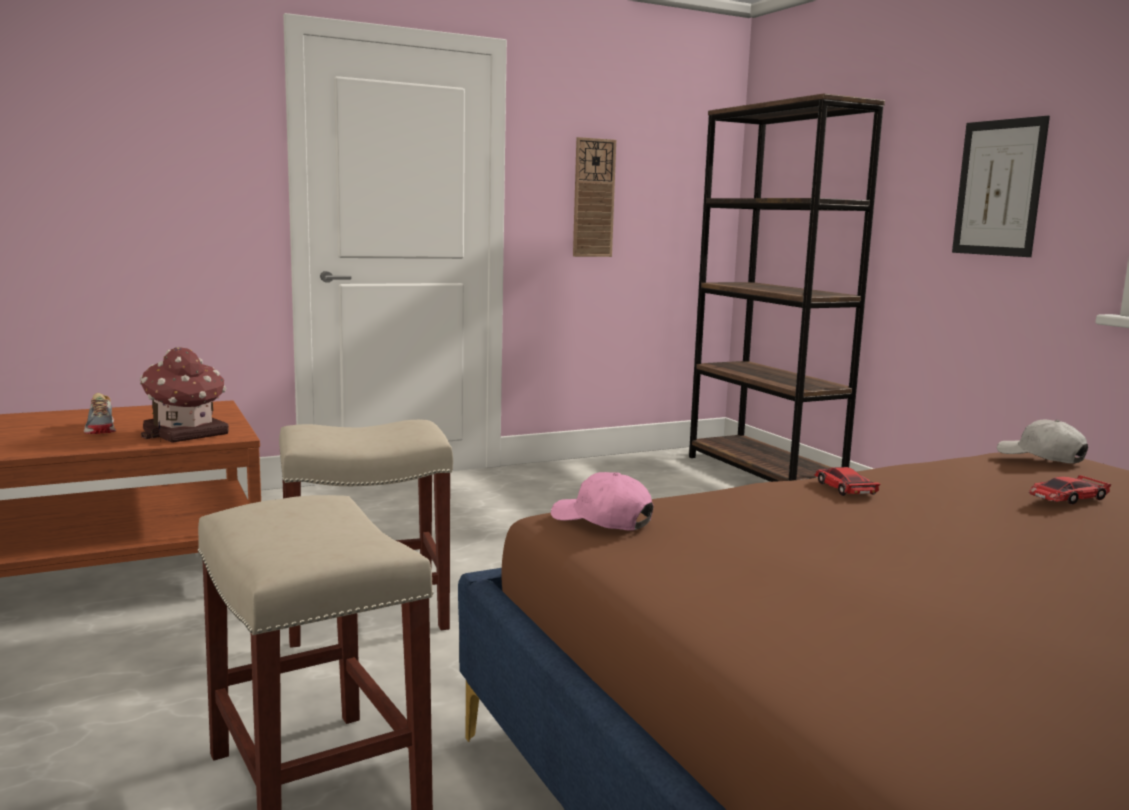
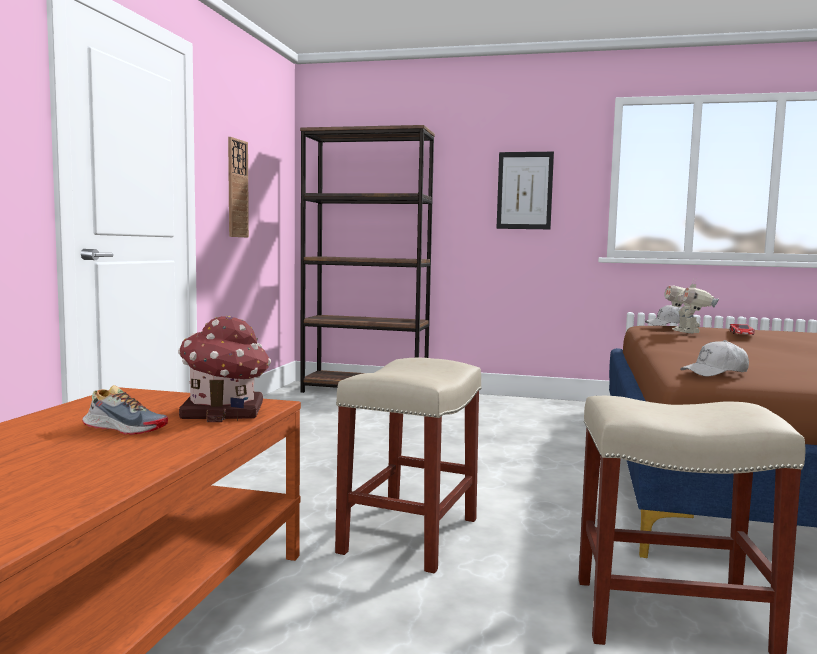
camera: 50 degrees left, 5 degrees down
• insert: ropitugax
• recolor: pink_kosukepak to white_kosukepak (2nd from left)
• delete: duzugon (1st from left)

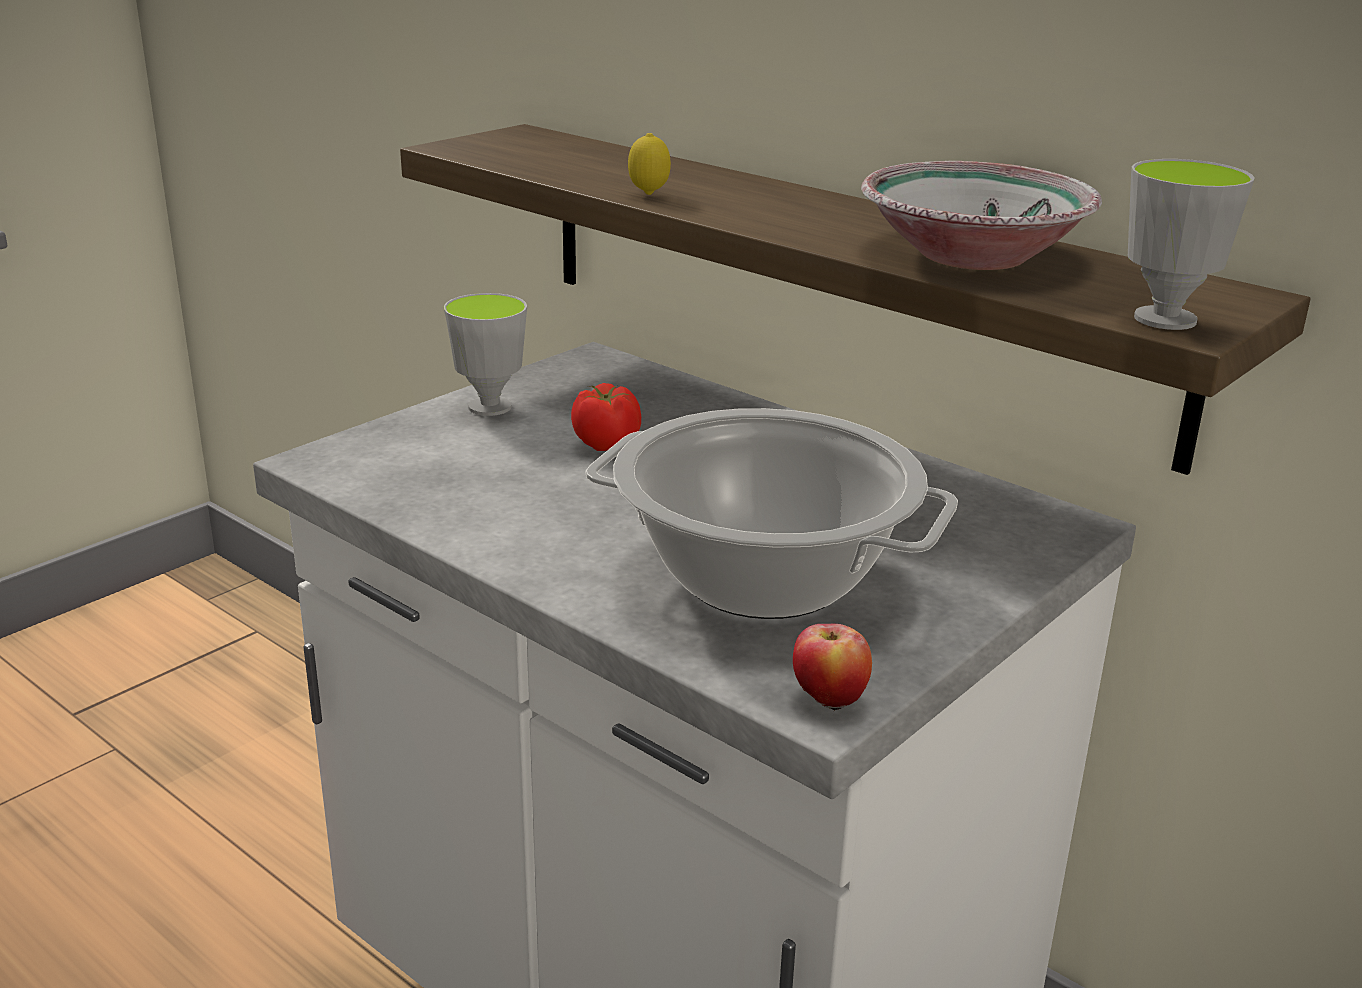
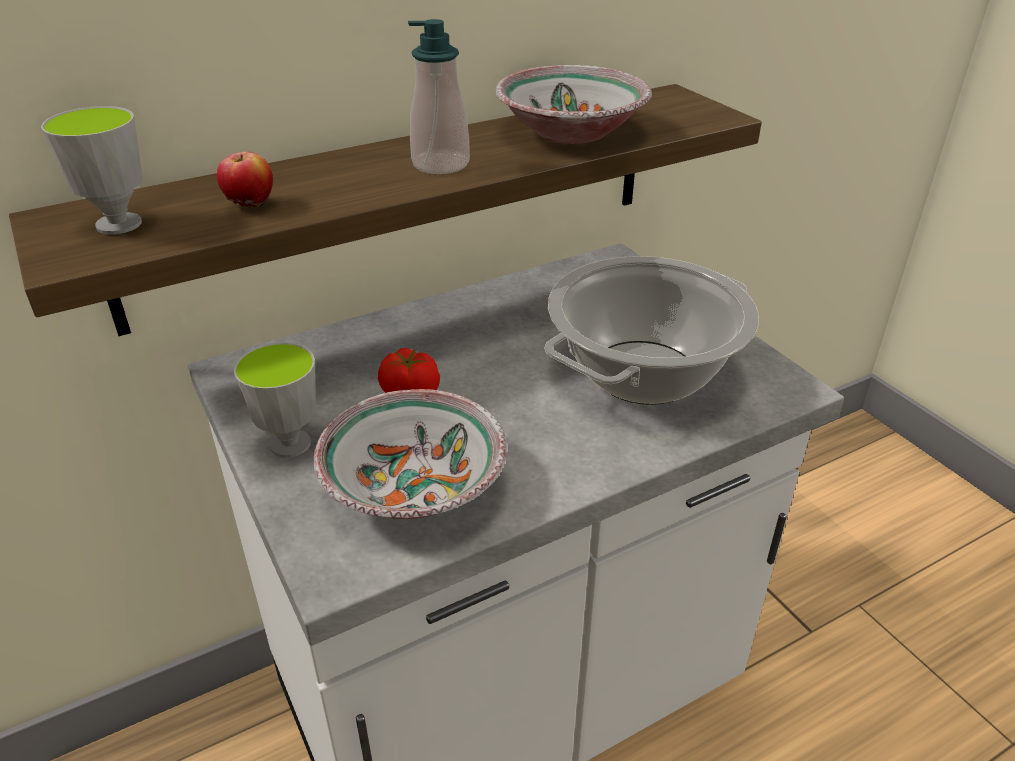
camera: 70 degrees left, 10 degrees up
• move: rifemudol (2nd from left in the first image) to rifemudol (1st from left)
• move: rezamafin
• insert: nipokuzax (1st from left)
• insert: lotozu
• delete: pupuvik

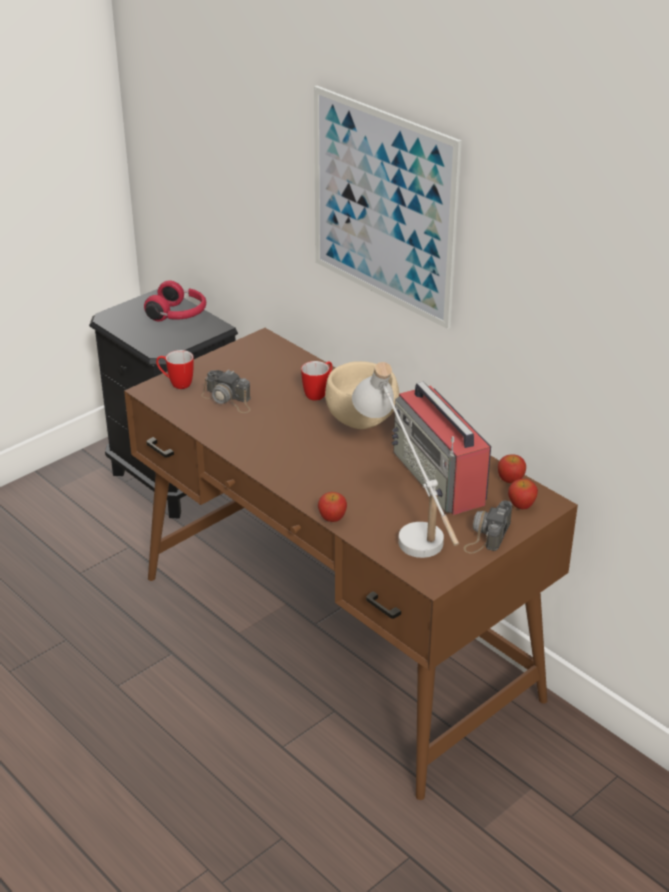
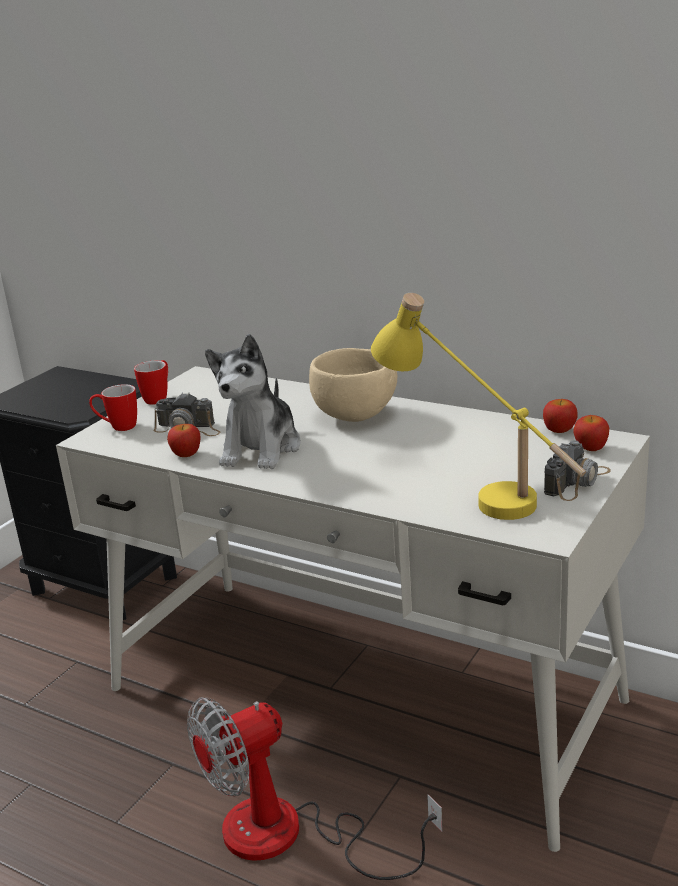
camera: 15 degrees left, 10 degrees down
• recolor: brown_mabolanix to white_mabolanix
• move: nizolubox (2nd from left)
• move: rezamafin (1st from left)
• insert: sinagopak
• insert: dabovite
• recolor: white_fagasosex to yellow_fagasosex
• rotate: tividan (2nd from left) 150 degrees counterclockwise
• delete: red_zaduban
• delete: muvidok
• delete: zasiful

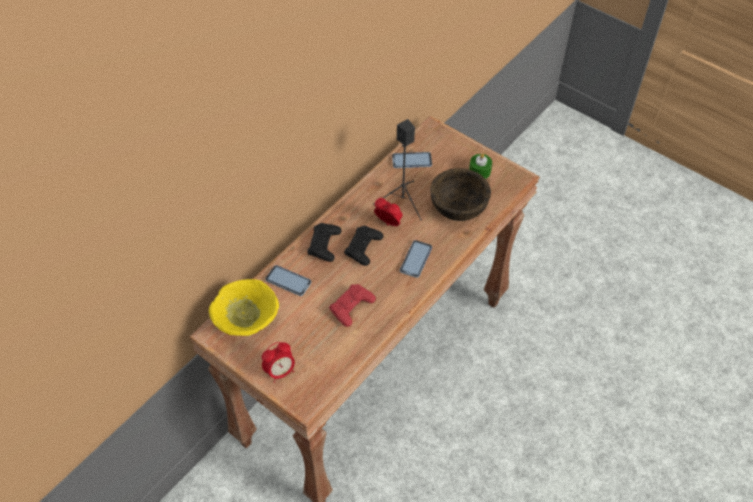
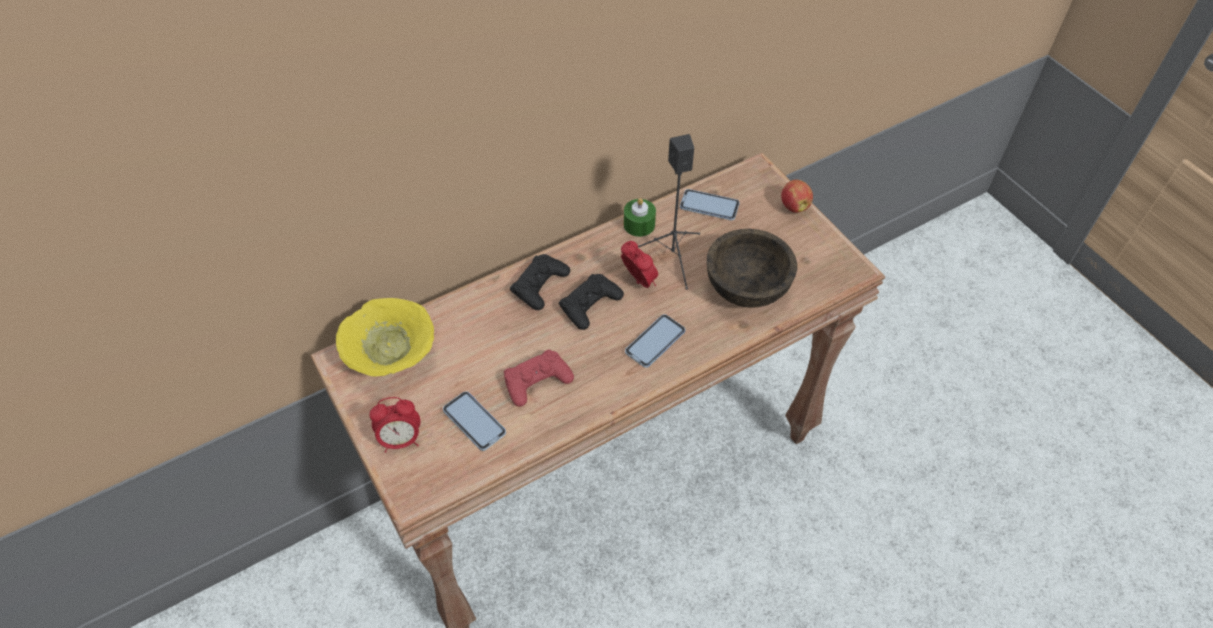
camera: 20 degrees right, 0 degrees up
• move: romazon (1st from left)
• move: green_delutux
• insert: rezamafin

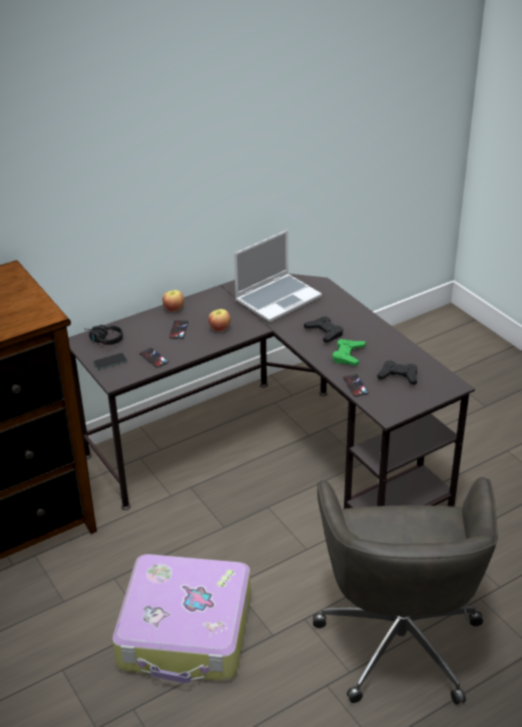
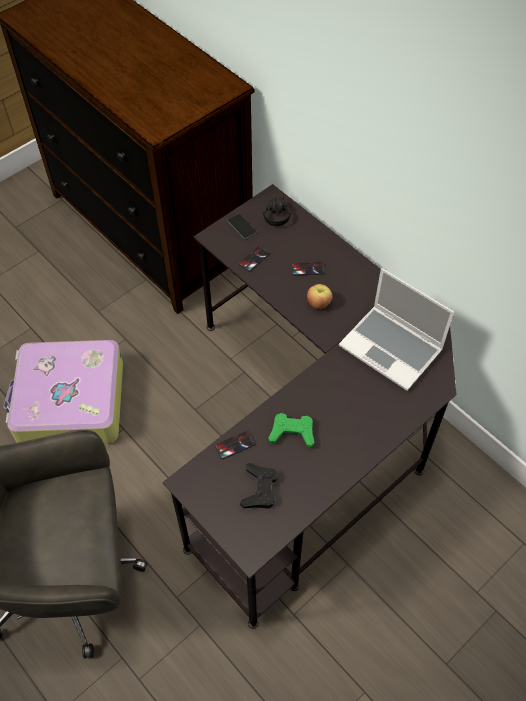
camera: 80 degrees right, 20 degrees up
• delete: rezamafin (1st from left)
• delete: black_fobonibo (1st from left)

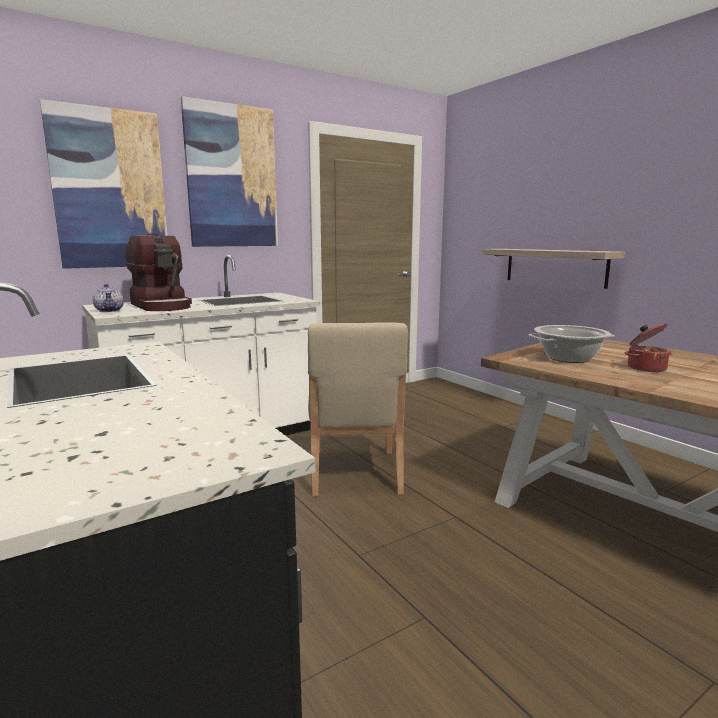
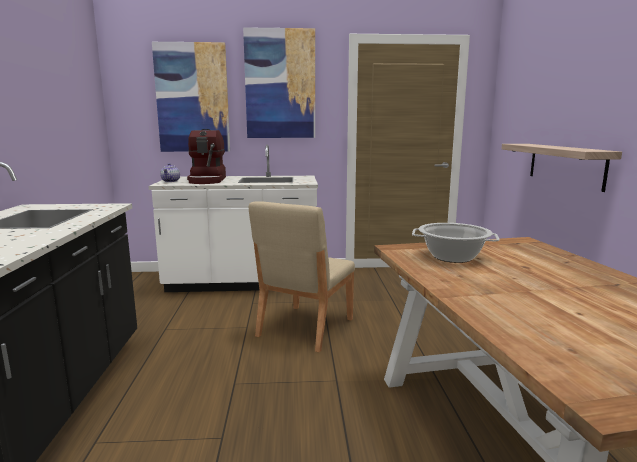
camera: 30 degrees right, 0 degrees up
• delete: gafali (2nd from left)

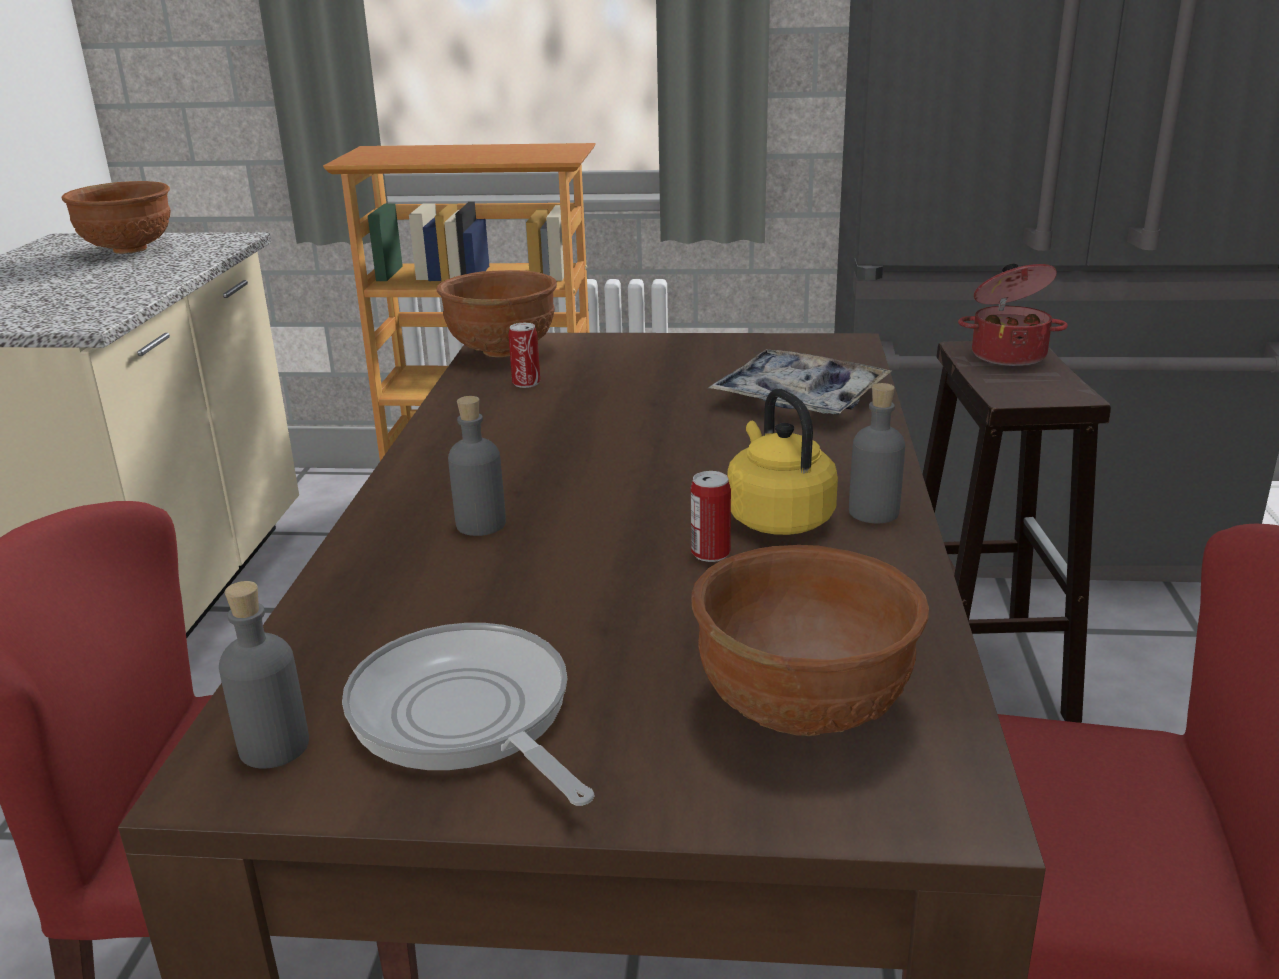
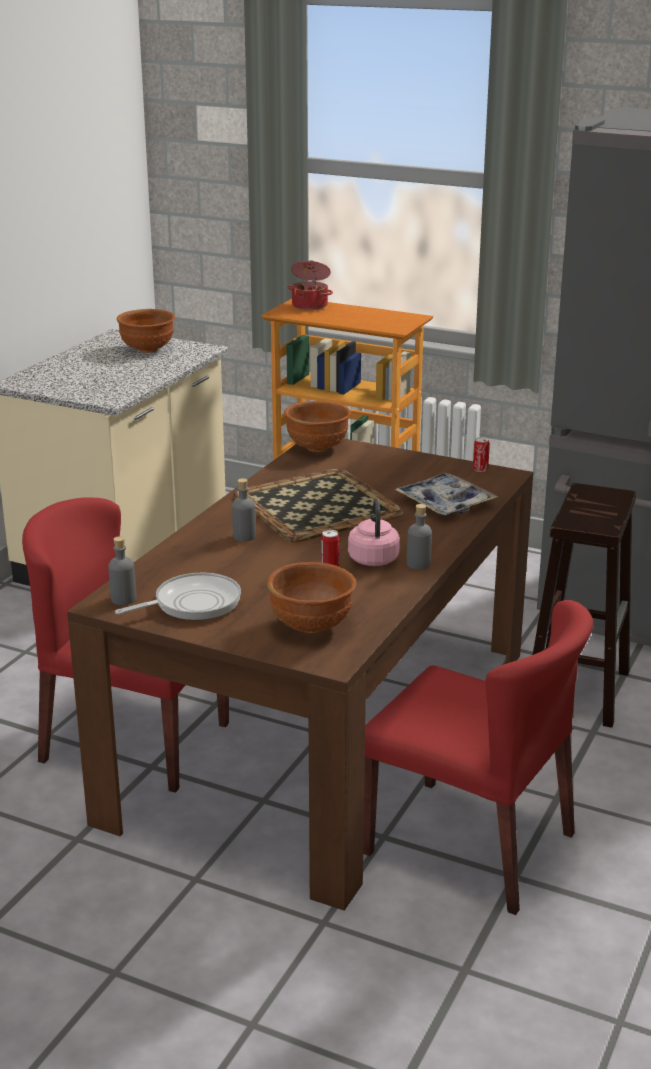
camera: 20 degrees right, 0 degrees up
• rotate: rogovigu 75 degrees clockwise
• insert: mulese (1st from left)
• move: gafali
• recolor: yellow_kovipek to pink_kovipek
• move: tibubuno (1st from left in the first image) to tibubuno (2nd from left)

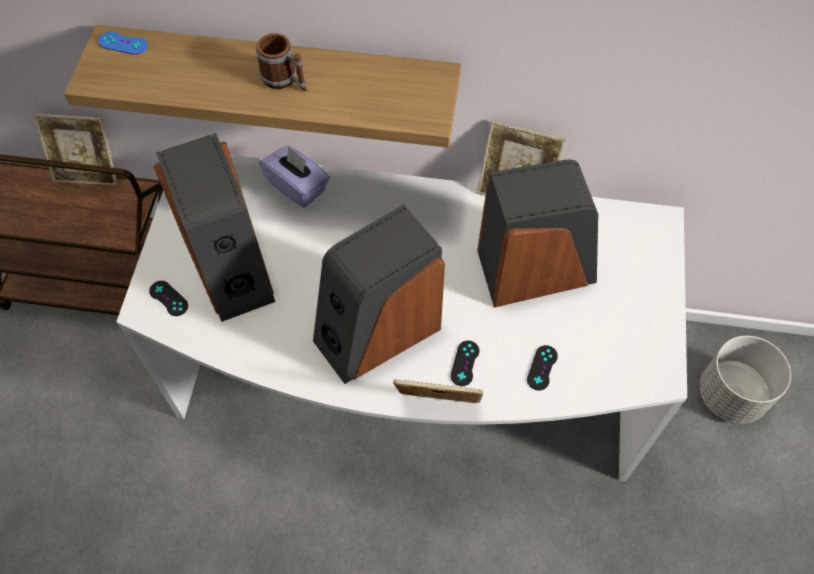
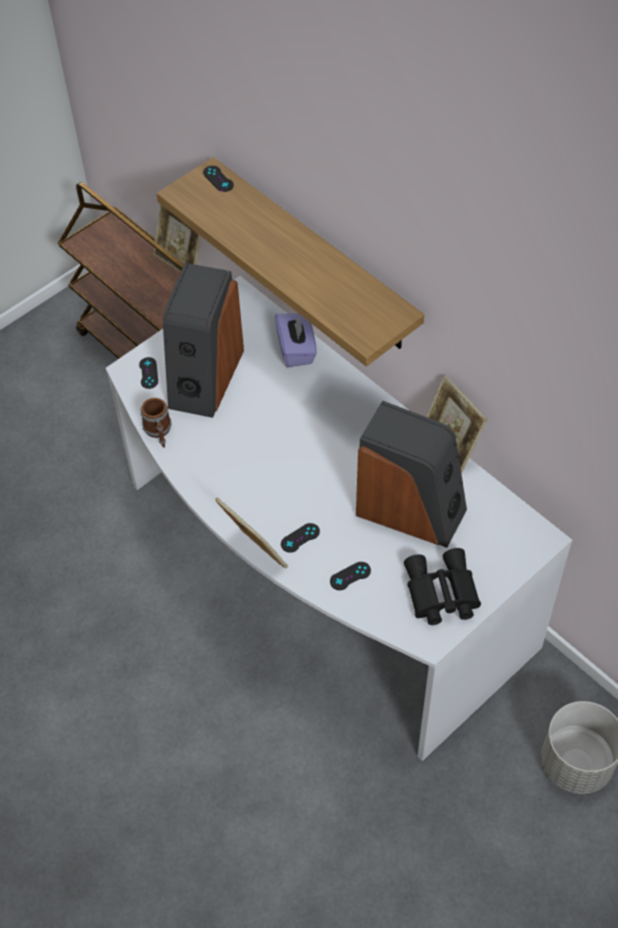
camera: 40 degrees right, 5 degrees down
• move: nizolubox
• recolor: blue_fobonibo to black_fobonibo (2nd from left)
• insert: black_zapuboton
• delete: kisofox (2nd from left)

